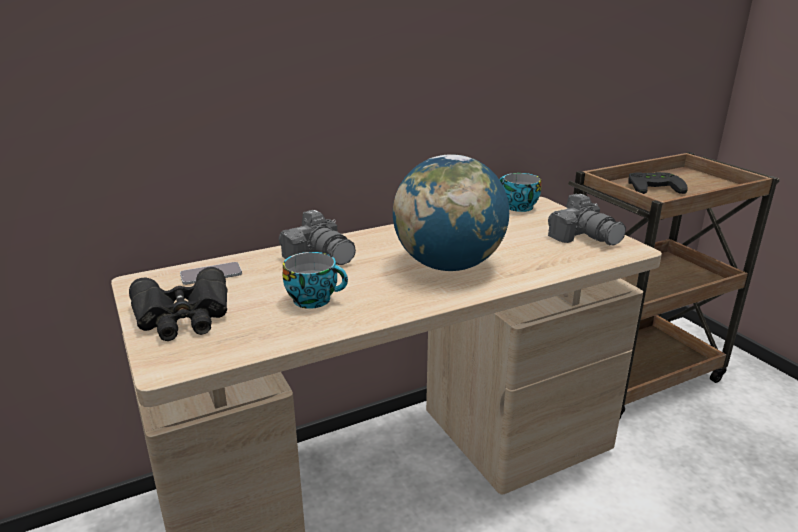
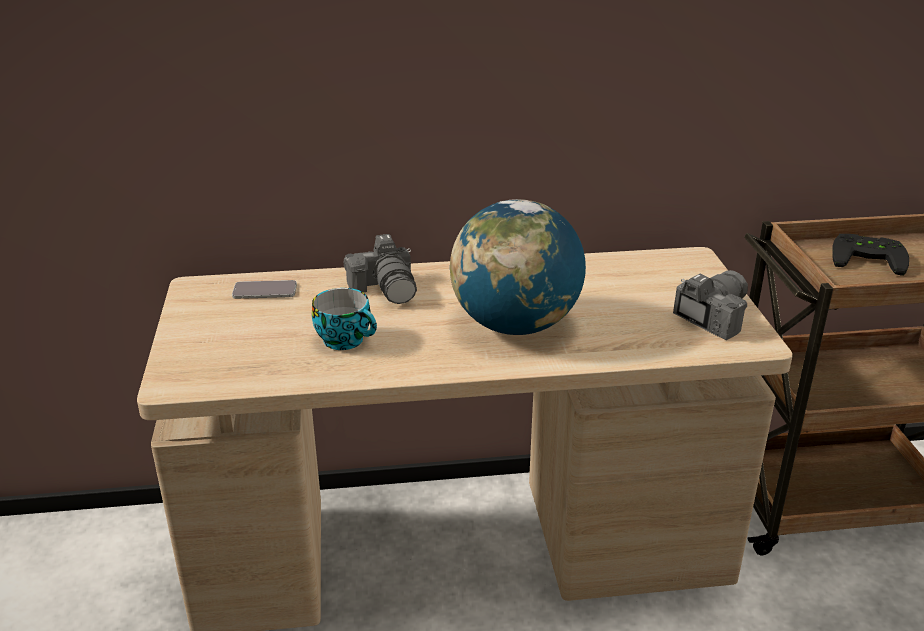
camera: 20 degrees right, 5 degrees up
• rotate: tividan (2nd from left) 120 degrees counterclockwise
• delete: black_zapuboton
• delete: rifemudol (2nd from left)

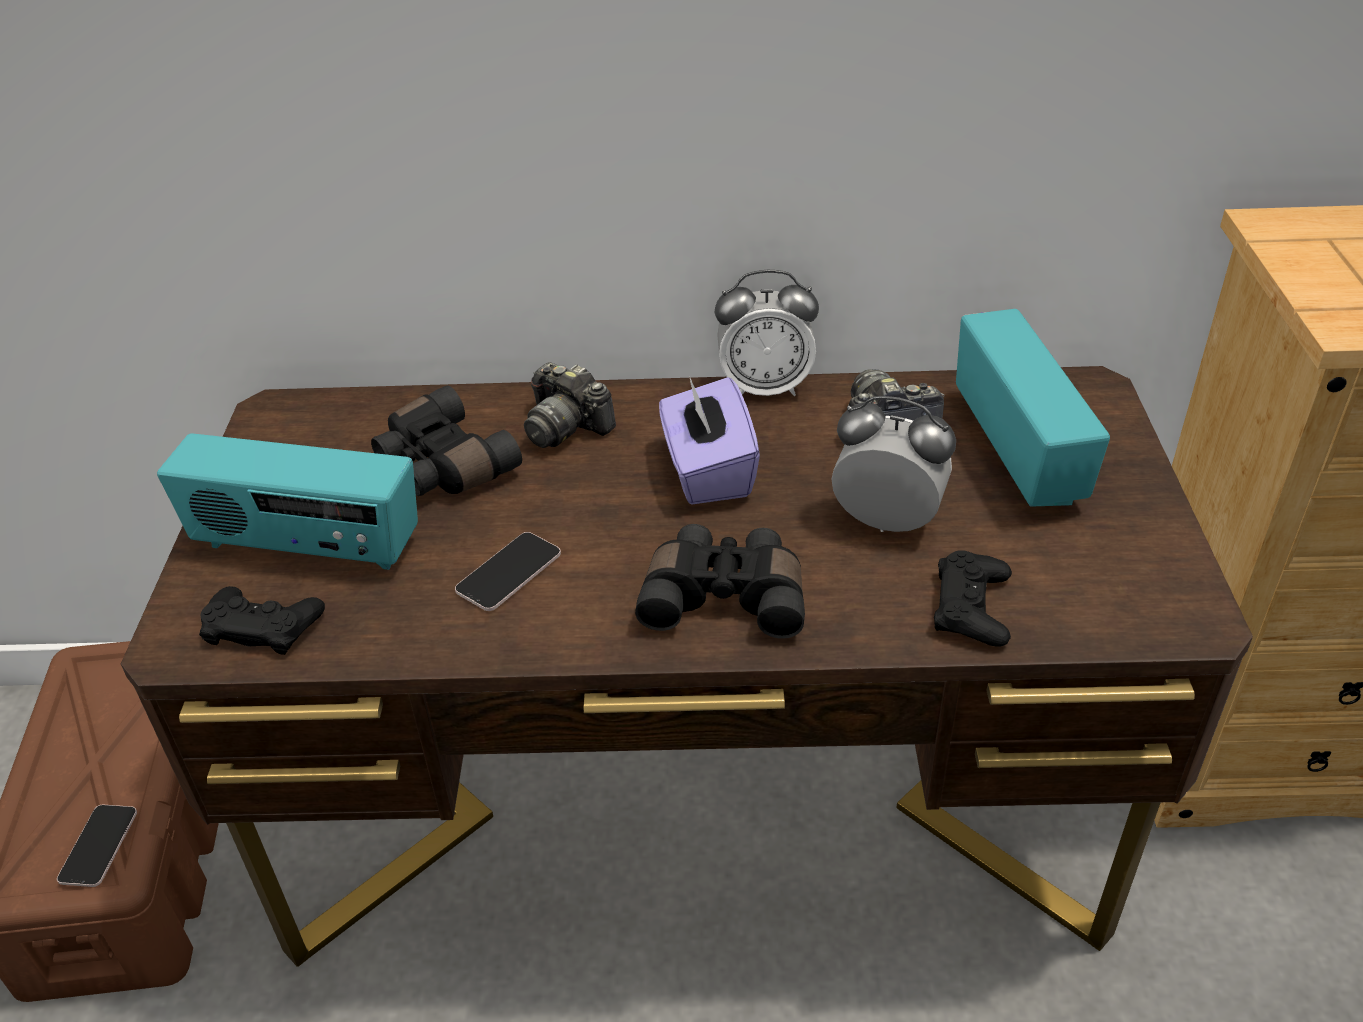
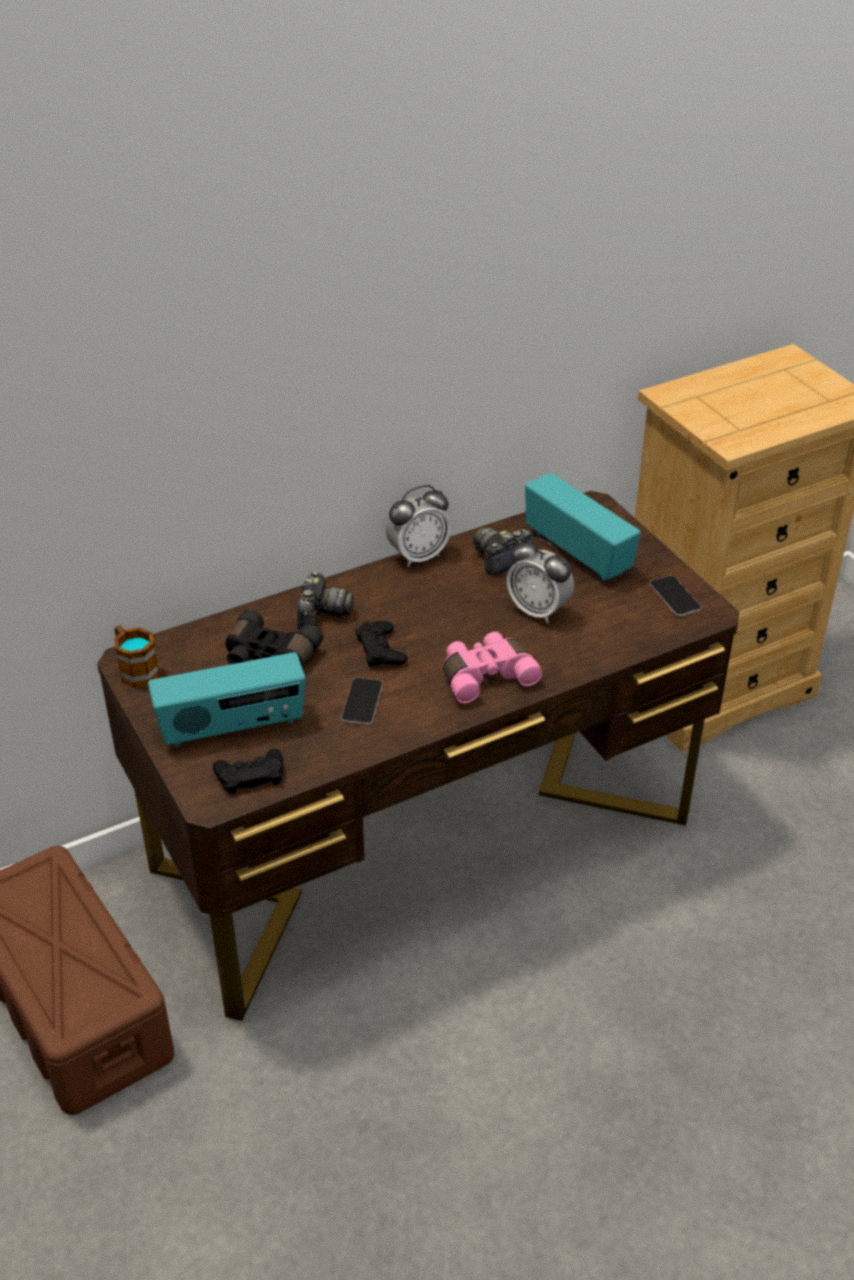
camera: 30 degrees left, 0 degrees up
• insert: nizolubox
• rotate: tividan (1st from left) 90 degrees counterclockwise
• move: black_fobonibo (2nd from left)
• recolor: black_zapuboton (2nd from left) to pink_zapuboton
• rotate: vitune (2nd from left) 135 degrees counterclockwise
• move: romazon (1st from left in the first image) to romazon (2nd from left)
• delete: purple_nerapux

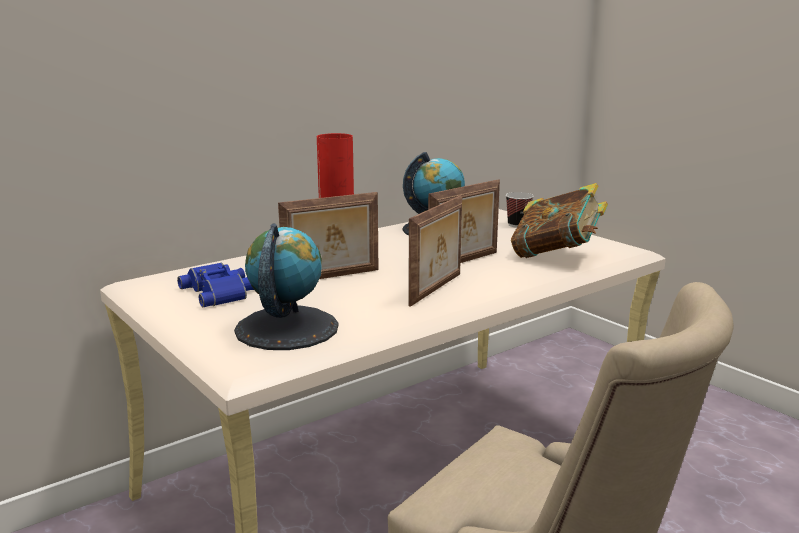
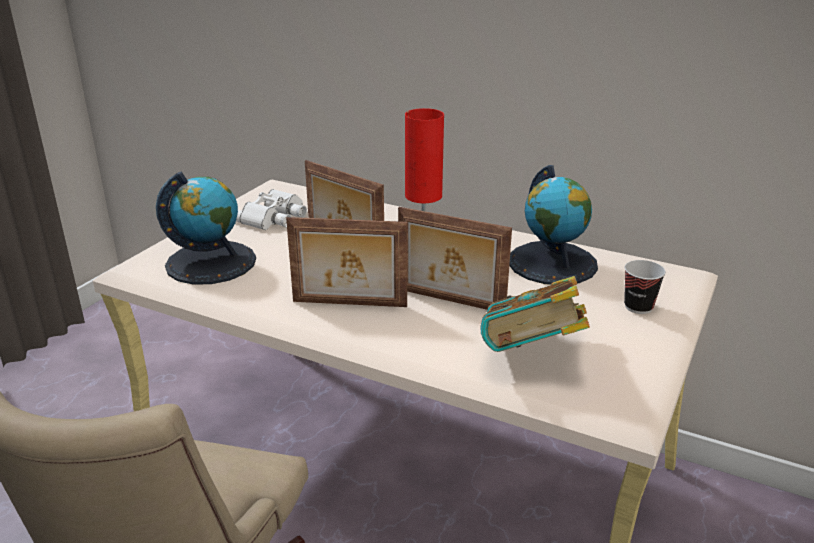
camera: 65 degrees right, 10 degrees up
• recolor: blue_zapuboton to white_zapuboton

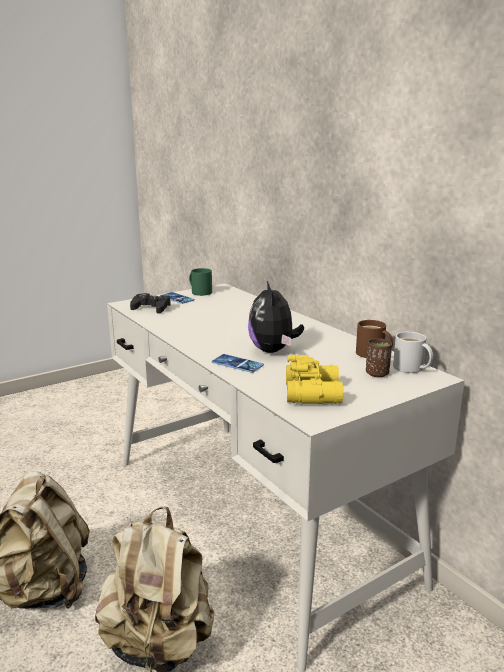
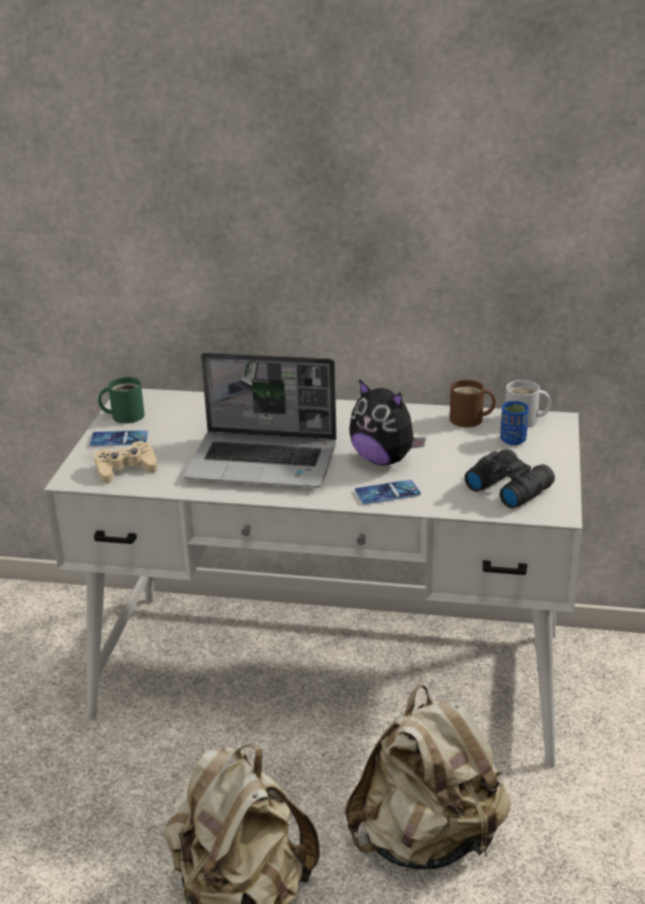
camera: 45 degrees left, 10 degrees up
• recolor: black_fobonibo to beige_fobonibo
• insert: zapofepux
• recolor: yellow_zapuboton to black_zapuboton
• recolor: brown_rifemudol to blue_rifemudol

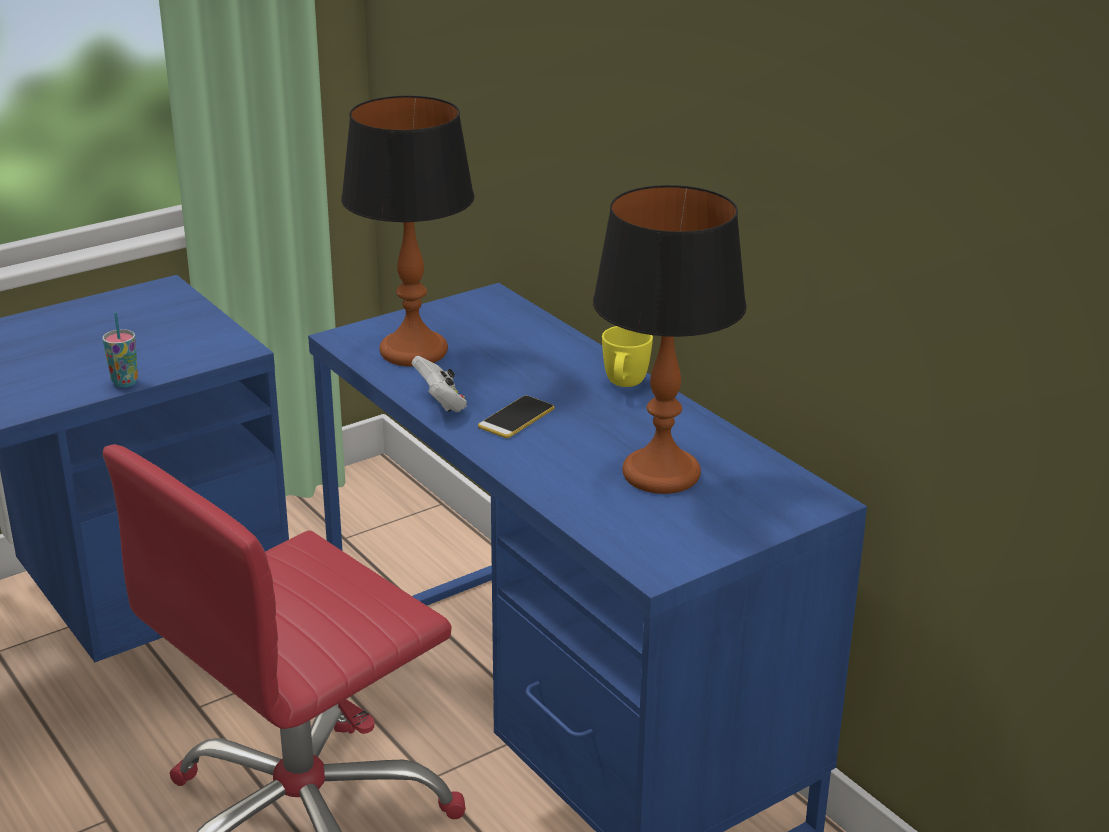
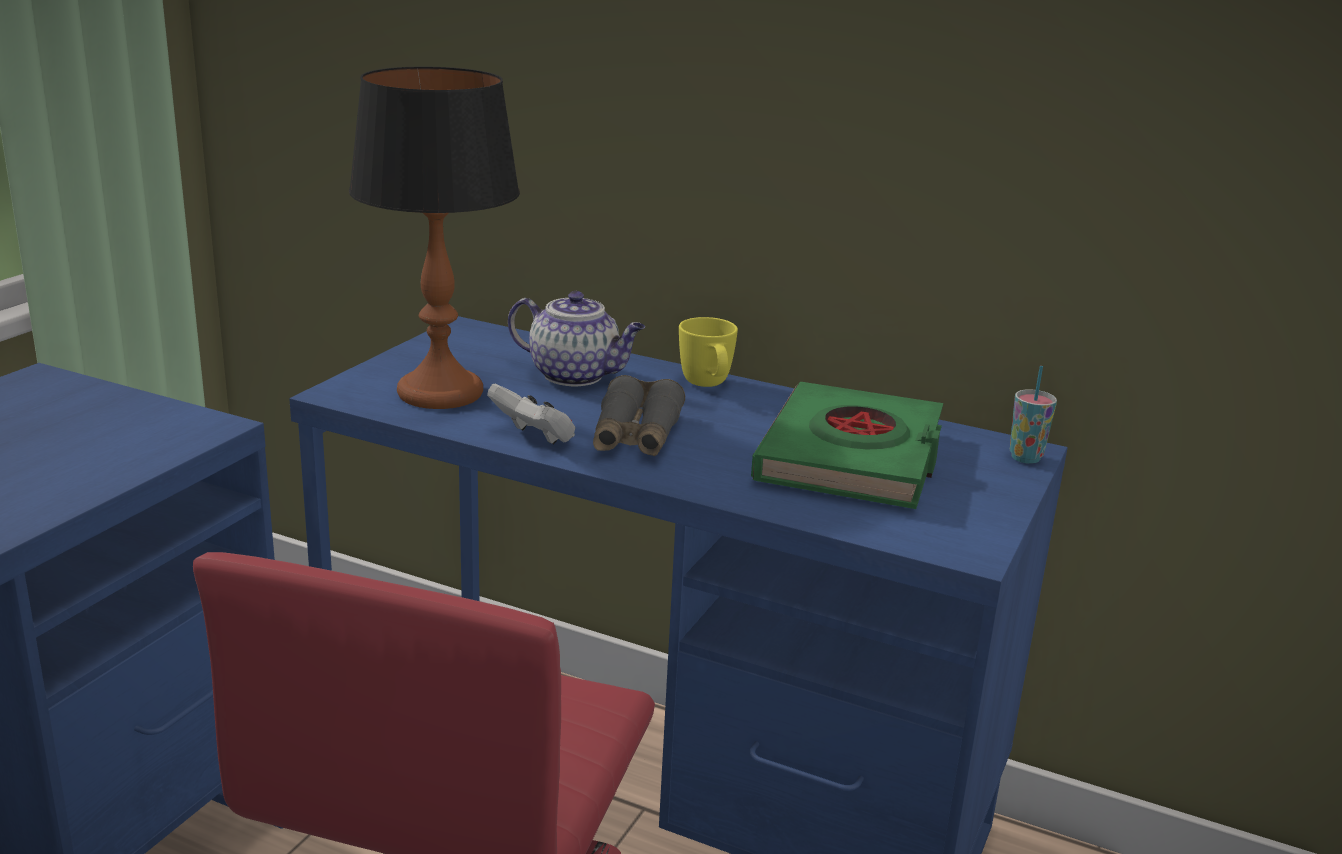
camera: 30 degrees left, 5 degrees down
• insert: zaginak
• replace: romazon to grey_zapuboton
• replace: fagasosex (2nd from left) to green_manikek
• move: rifemudol

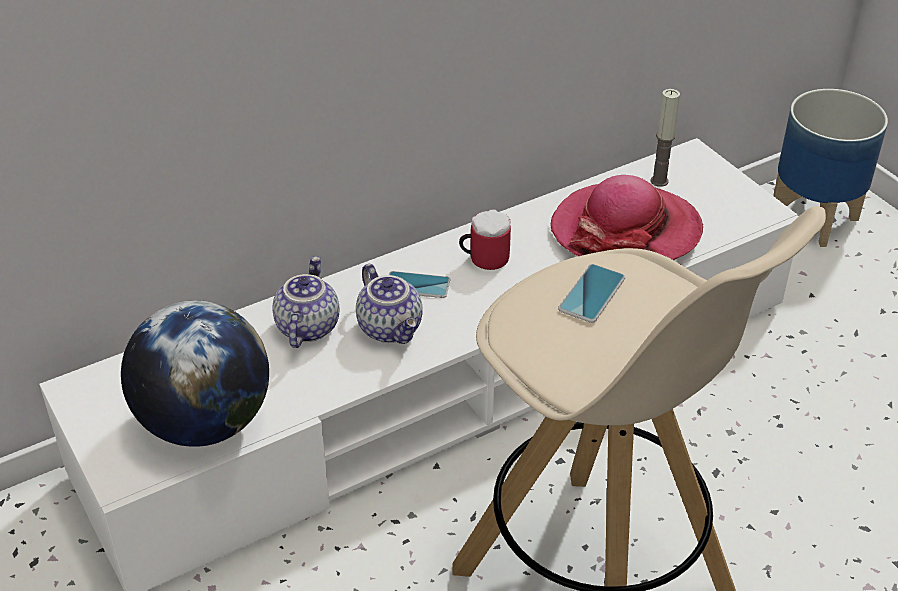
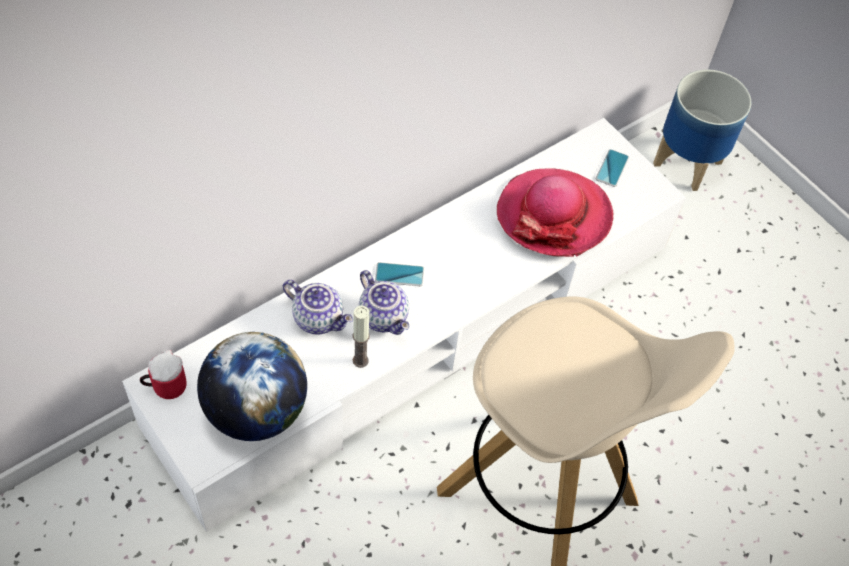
camera: 10 degrees left, 15 degrees up
• move: nizolubox
• rotate: zaginak (1st from left) 120 degrees clockwise
• move: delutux
• move: romazon (2nd from left)

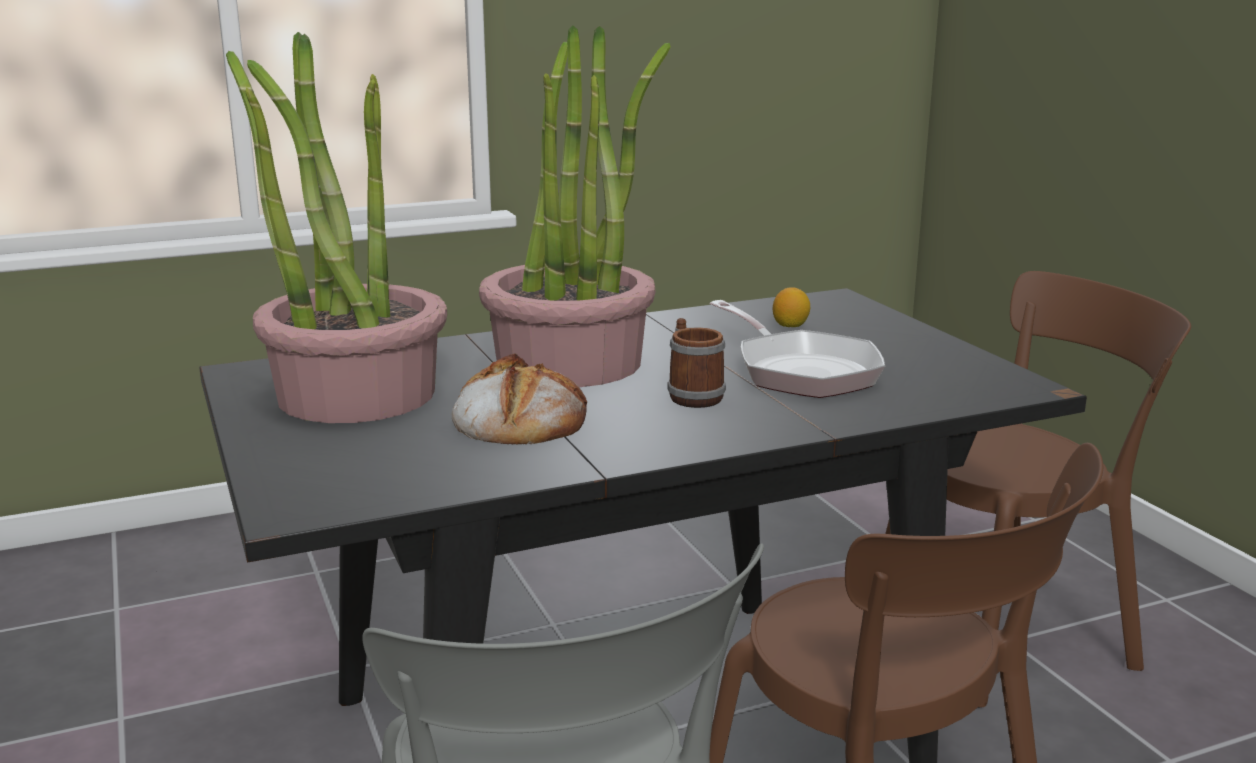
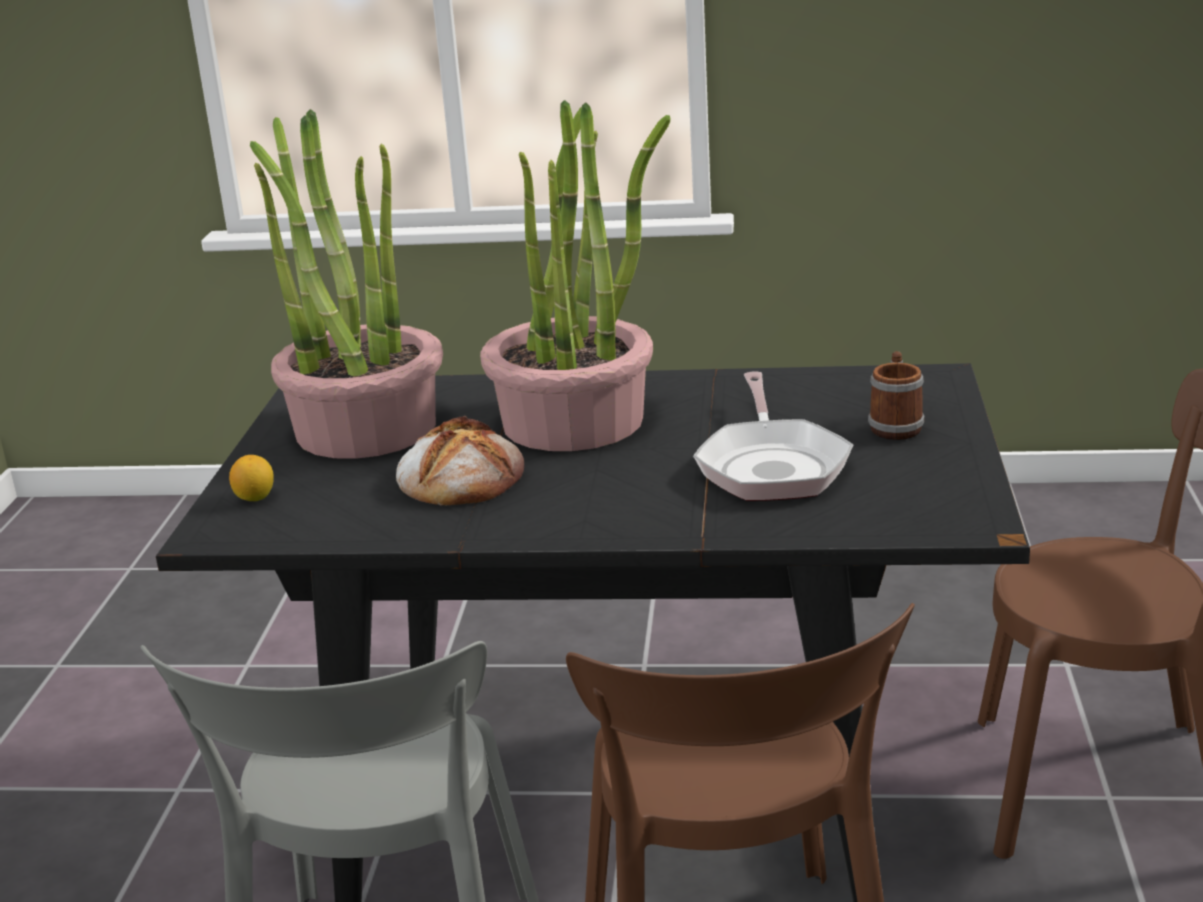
camera: 30 degrees right, 5 degrees up
• move: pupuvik
• move: nizolubox

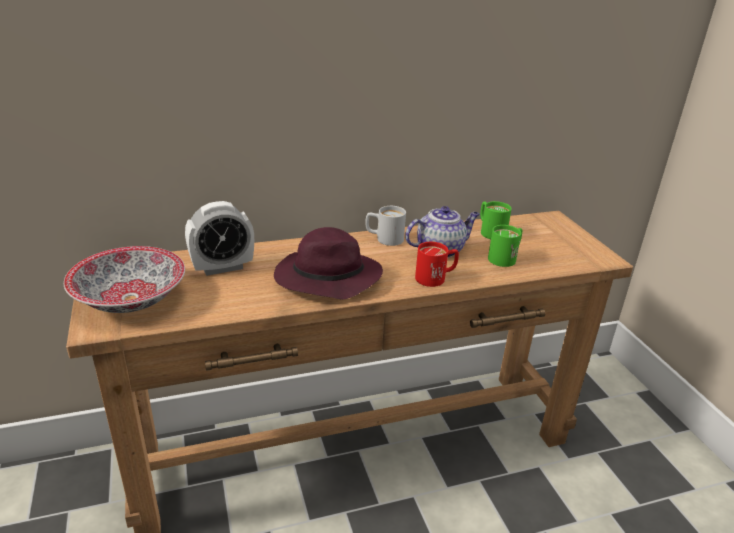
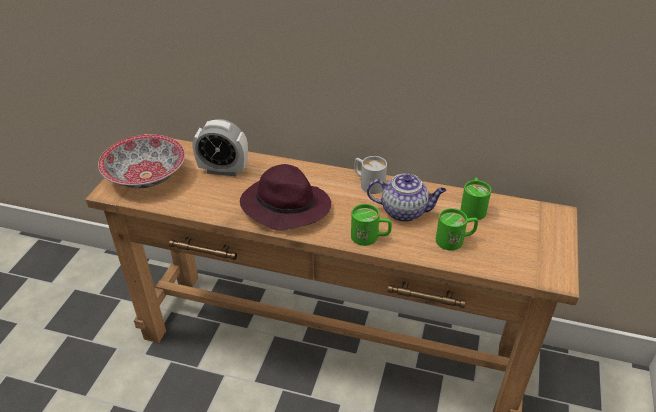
camera: 35 degrees right, 10 degrees up
• recolor: red_nizolubox to green_nizolubox (1st from left)

